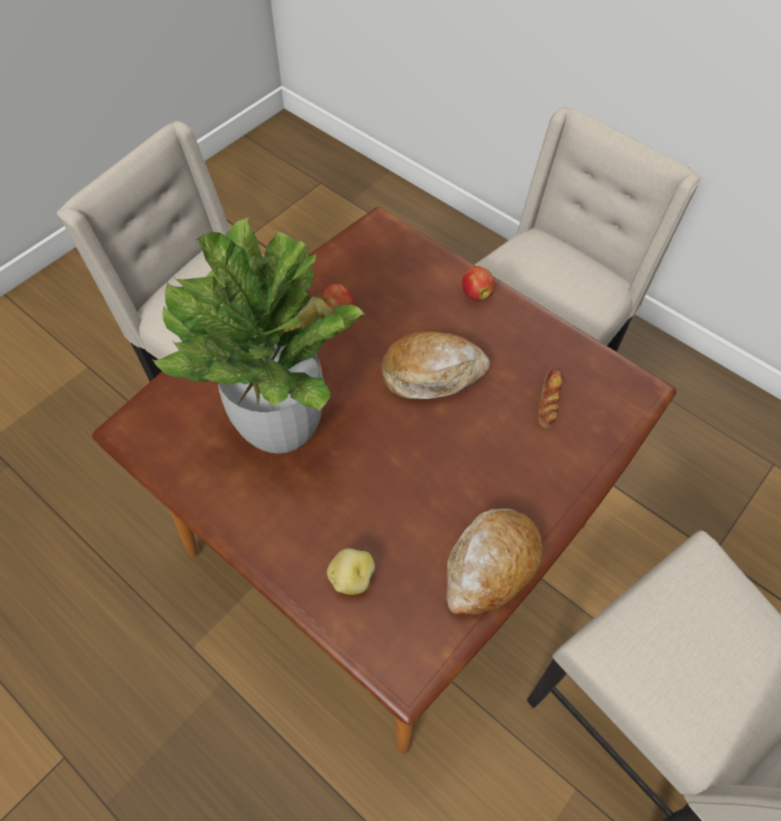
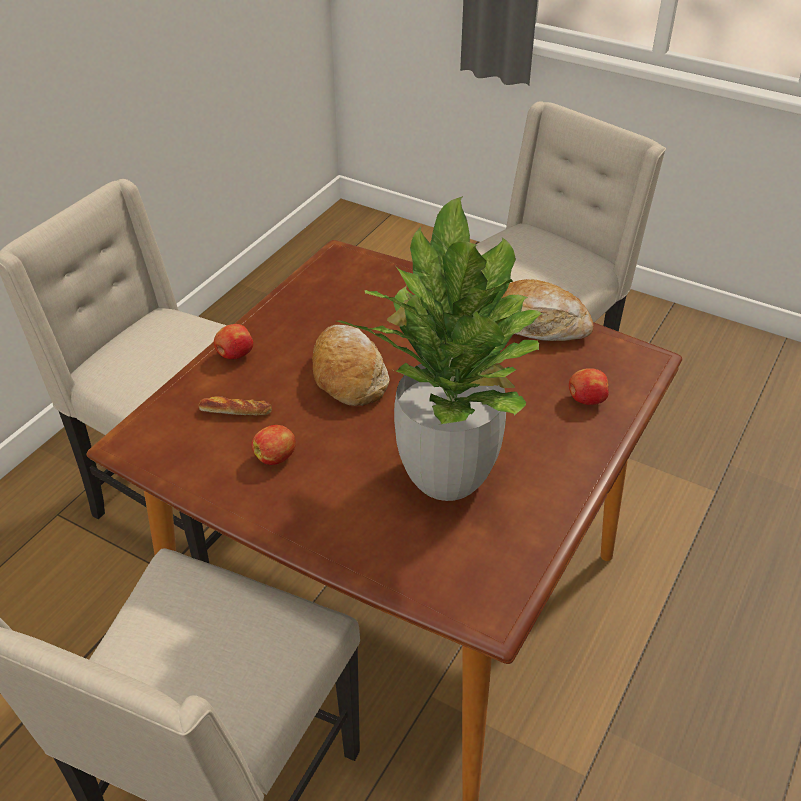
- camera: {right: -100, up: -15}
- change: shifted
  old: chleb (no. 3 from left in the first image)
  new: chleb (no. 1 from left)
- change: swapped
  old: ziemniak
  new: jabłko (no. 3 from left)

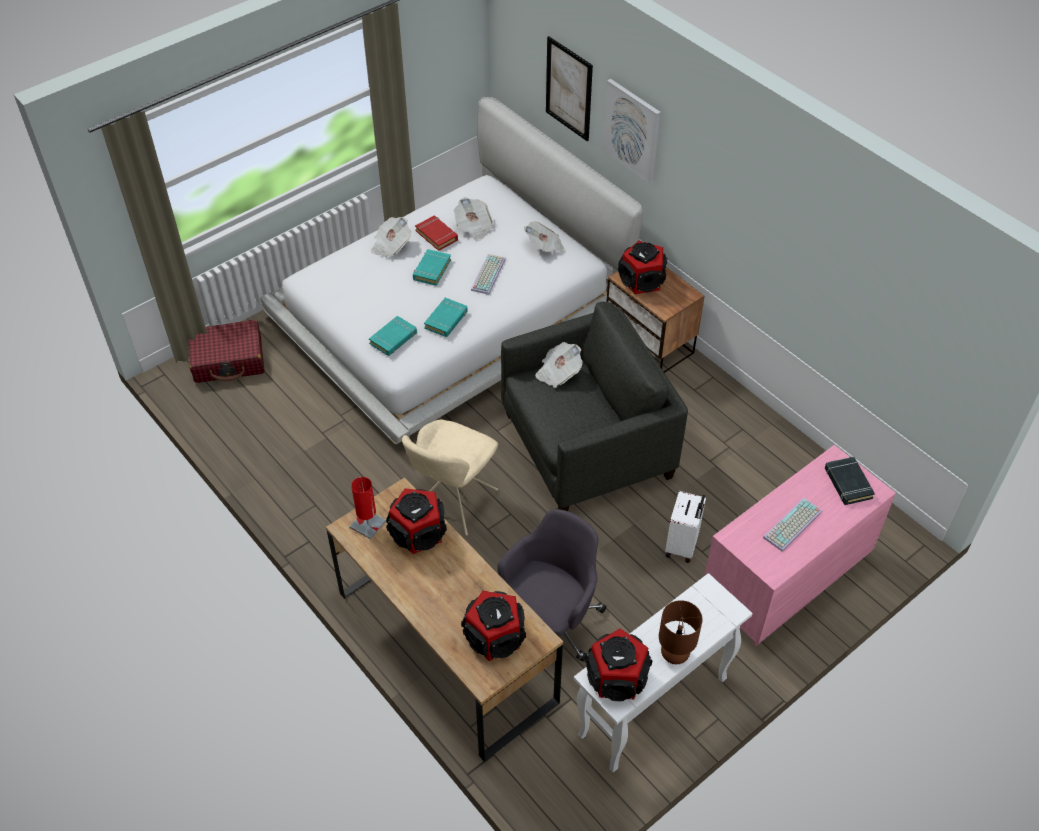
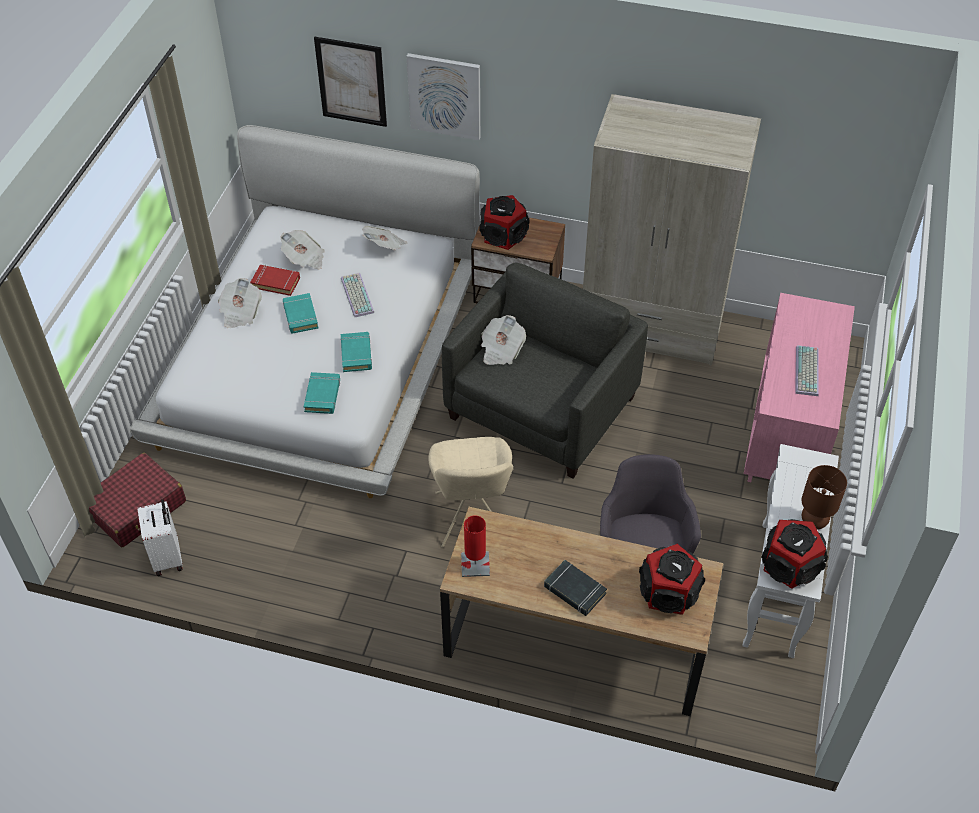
- camera: {right: -35, up: 0}
- change: gone
  old: głośnik (no. 1 from left)
- change: new
  new: szafa (beżowy)
- change: shifted
  old: walizka (biały)
- change: shifted
  old: książka (czarny)

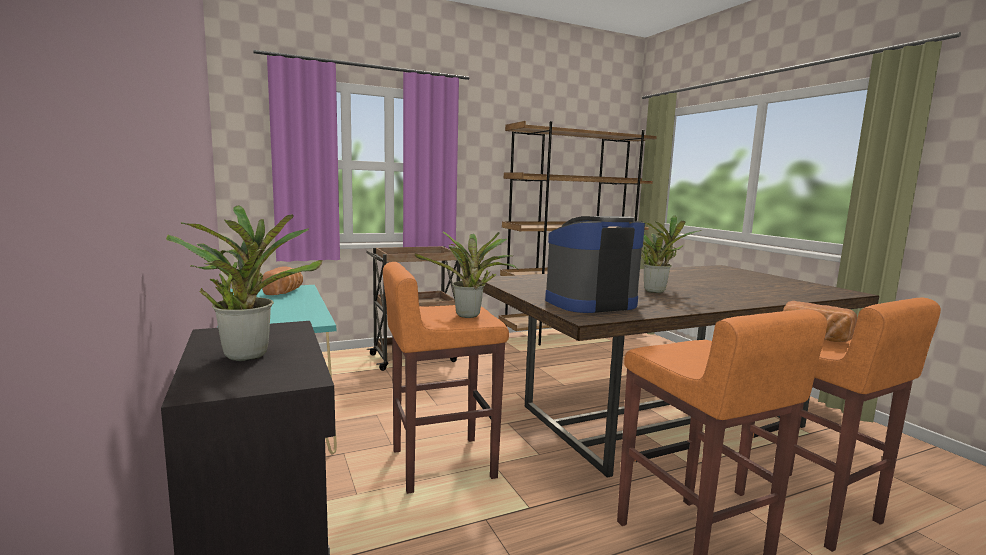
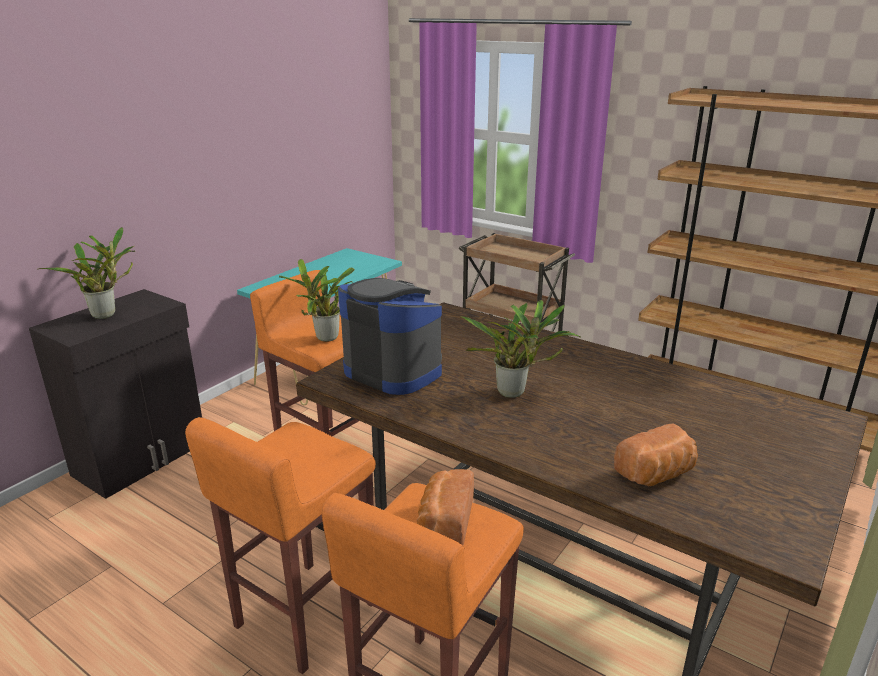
- camera: {right: 60, up: 15}
- change: shifted
  old: chleb (no. 1 from left in the first image)
  new: chleb (no. 2 from left)

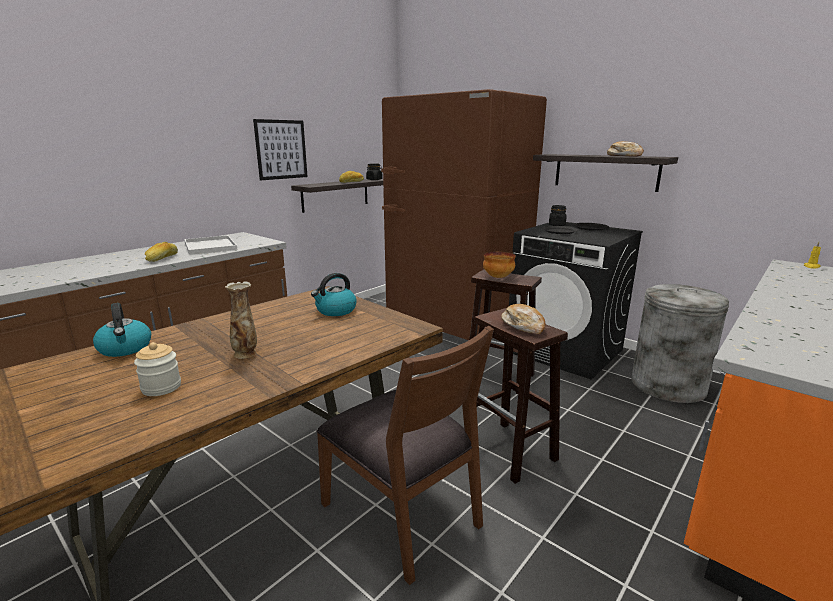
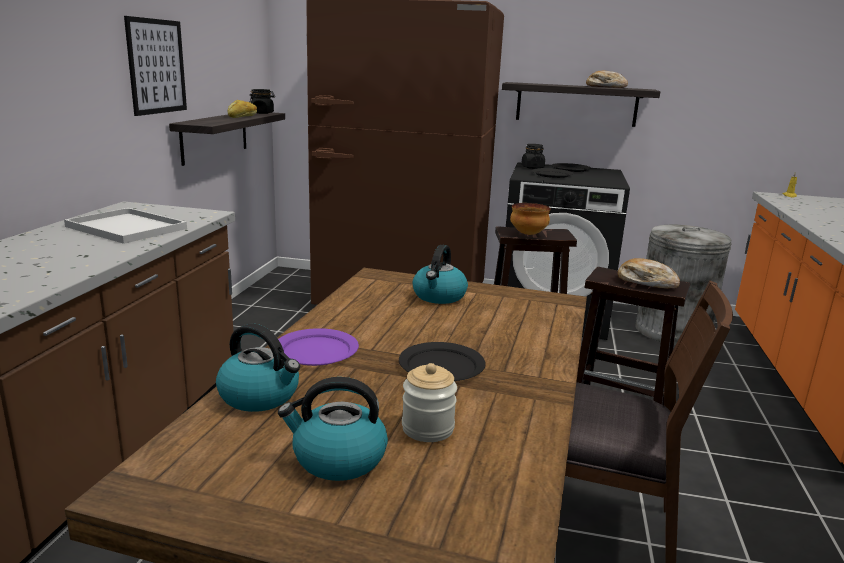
- camera: {right: -30, up: 0}
- change: gone
  old: chleb (no. 1 from left)
- change: new
  new: talerz (fioletowy)
- change: new
  new: czajnik (no. 2 from left)
- change: swapped
  old: wazon
  new: talerz (czarny) (no. 1 from left)

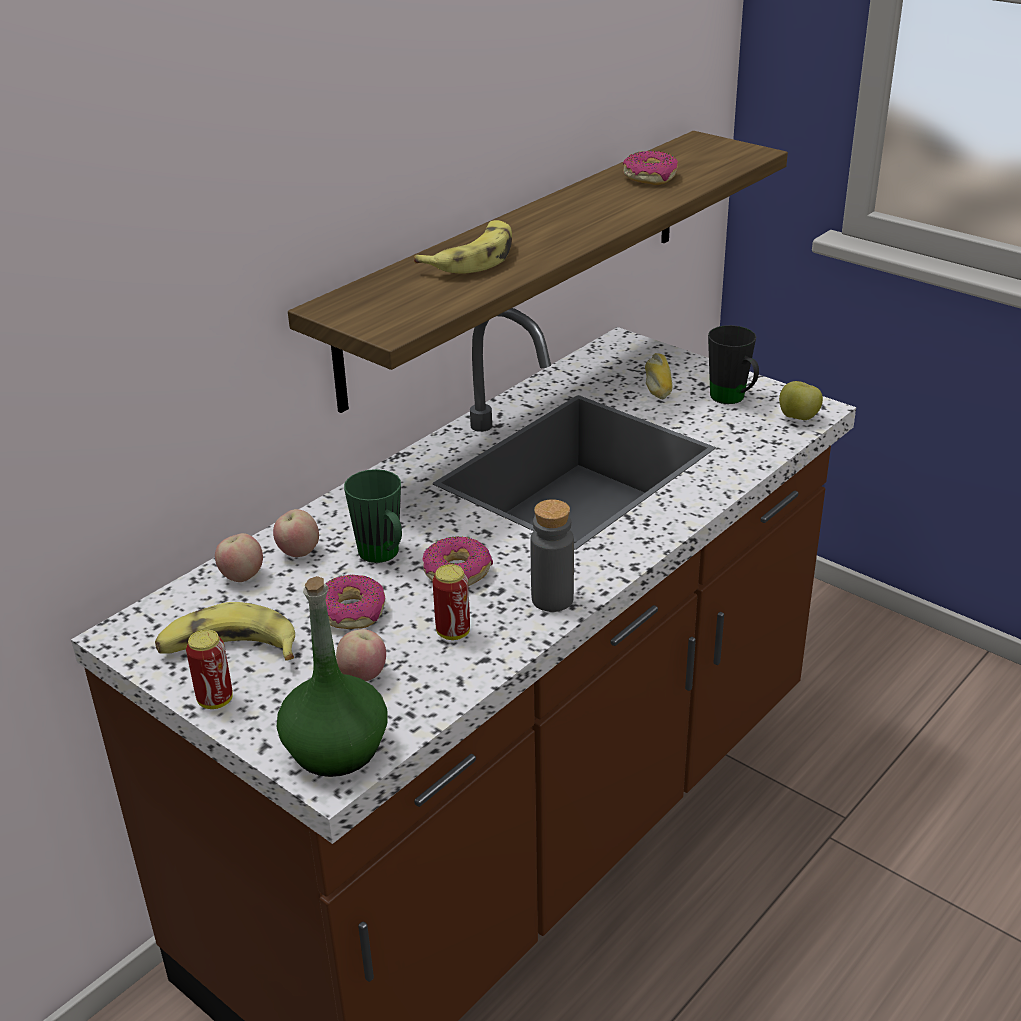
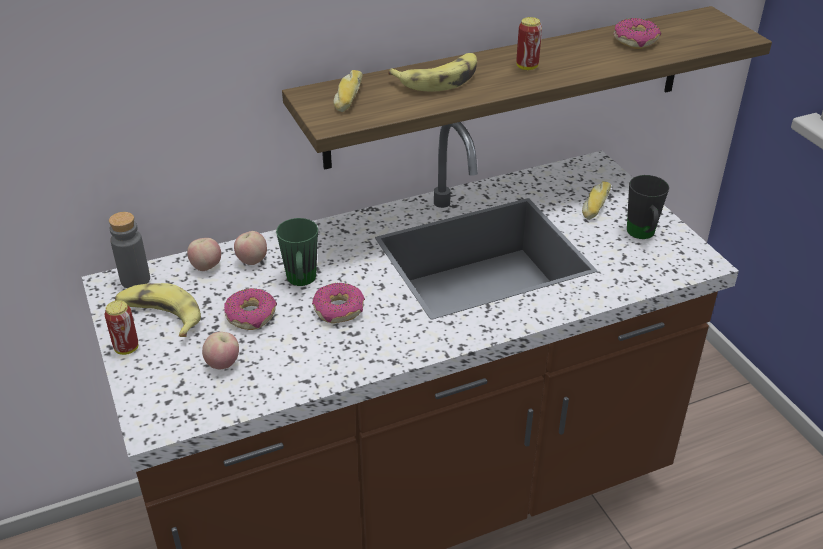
- camera: {right: 25, up: 5}
- change: gone
  old: butelka (zielony)
- change: gone
  old: jabłko (no. 4 from left)
- change: new
  new: chleb (no. 1 from left)
- change: shifted
  old: puszka (no. 2 from left)
- change: shifted
  old: butelka (szary)

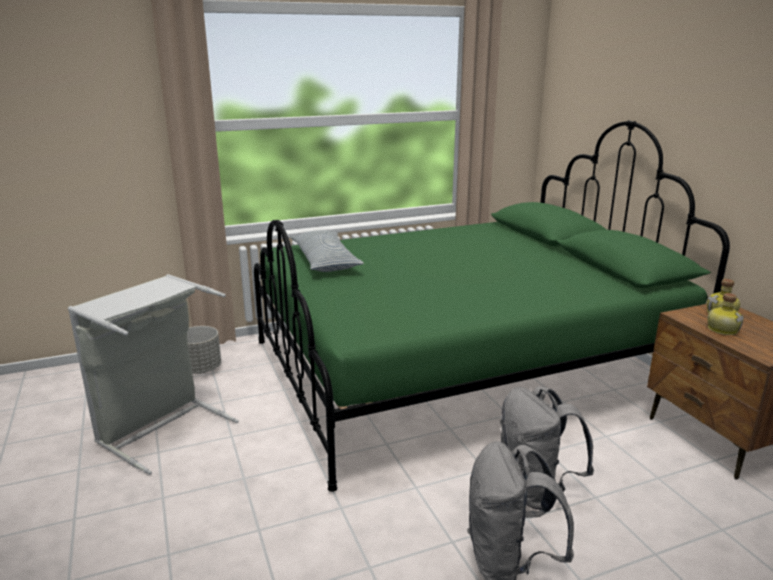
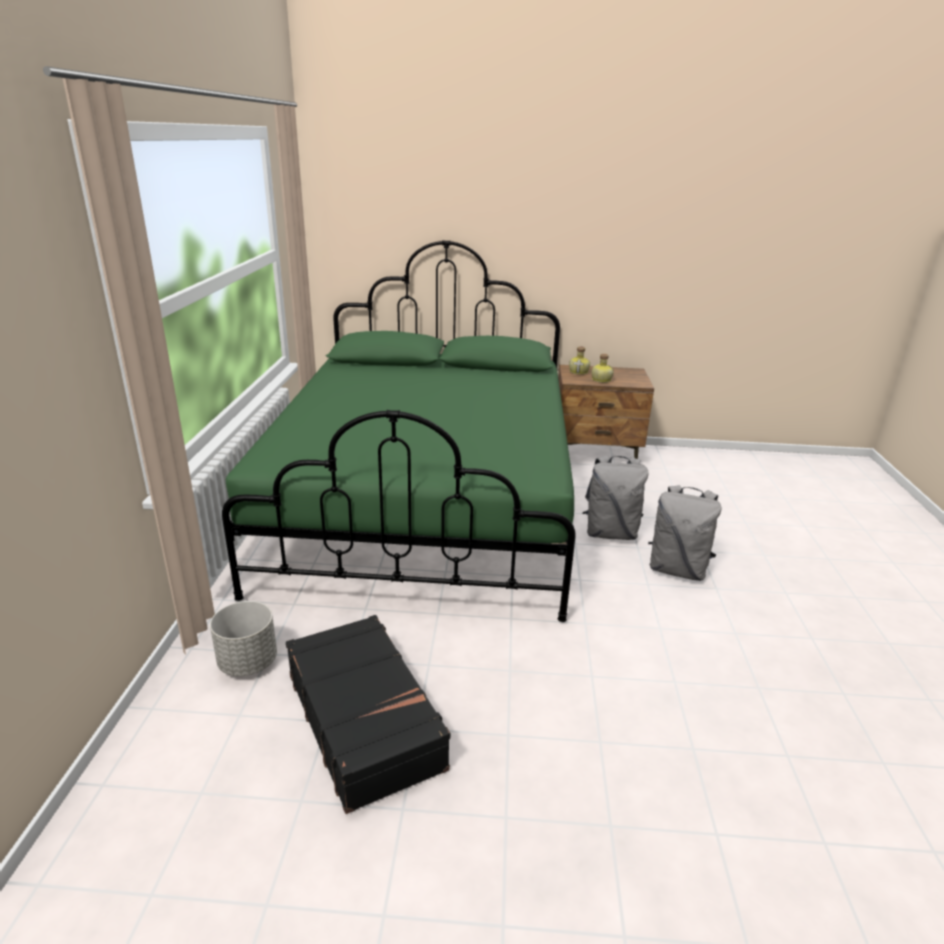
- camera: {right: -65, up: 5}
- change: gone
  old: poduszka
- change: swapped
  old: kosz na pranie (szary)
  new: walizka (czarny)

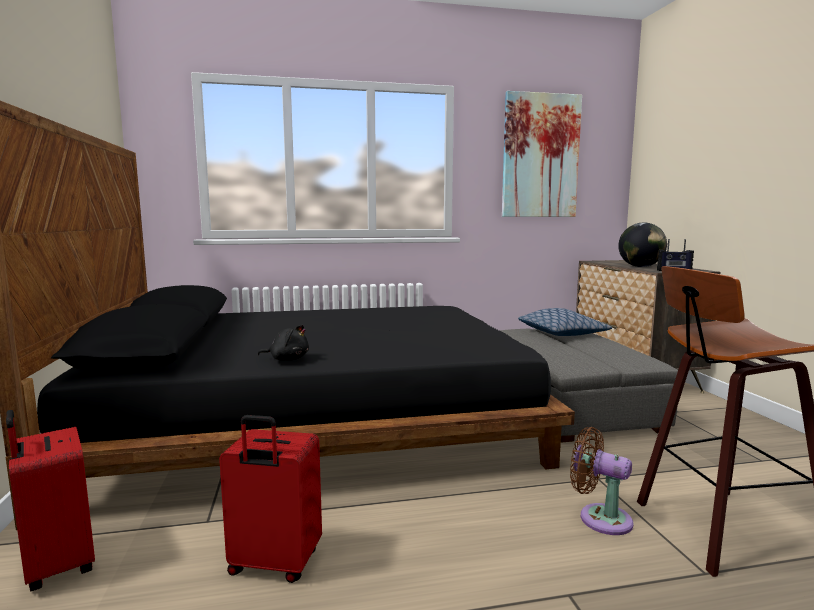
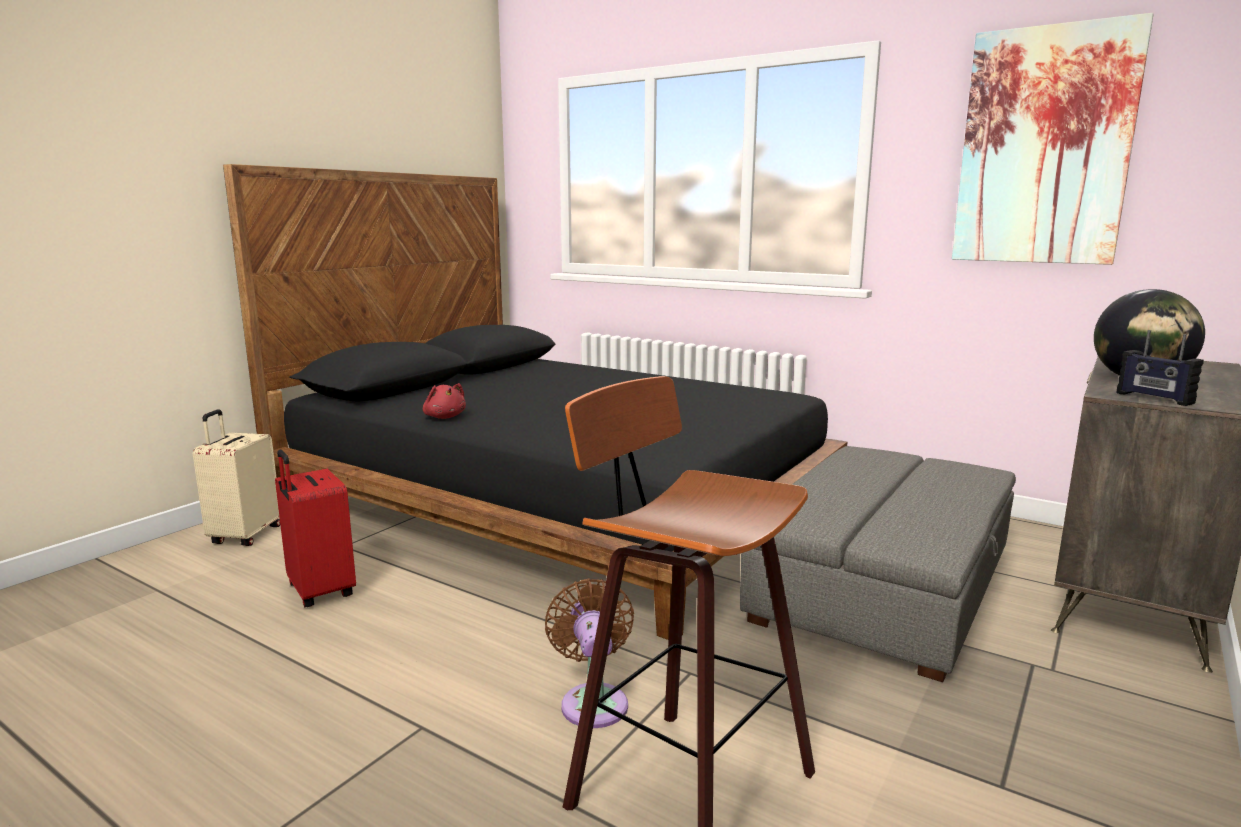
- camera: {right: 45, up: 5}
- change: gone
  old: poduszka
- change: repainted
  old: walizka (czerwony) (no. 1 from left)
  new: walizka (beżowy)
- change: repainted
  old: pluszak (czarny)
  new: pluszak (czerwony)

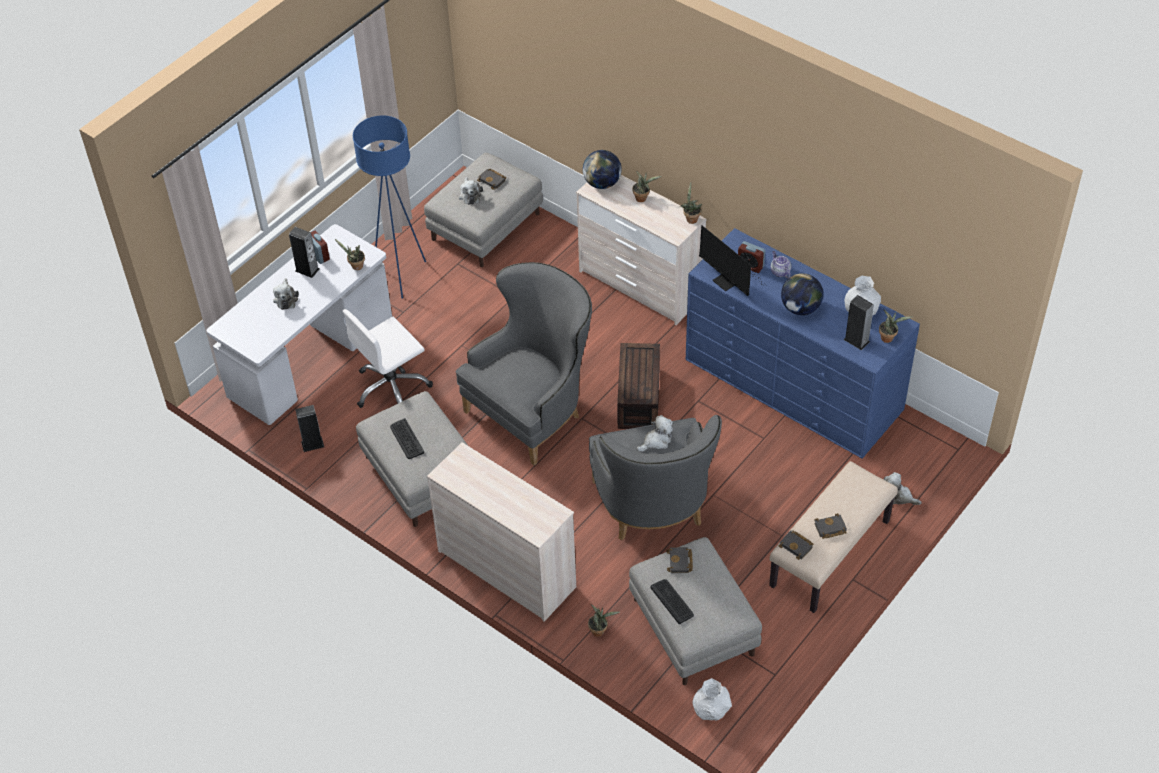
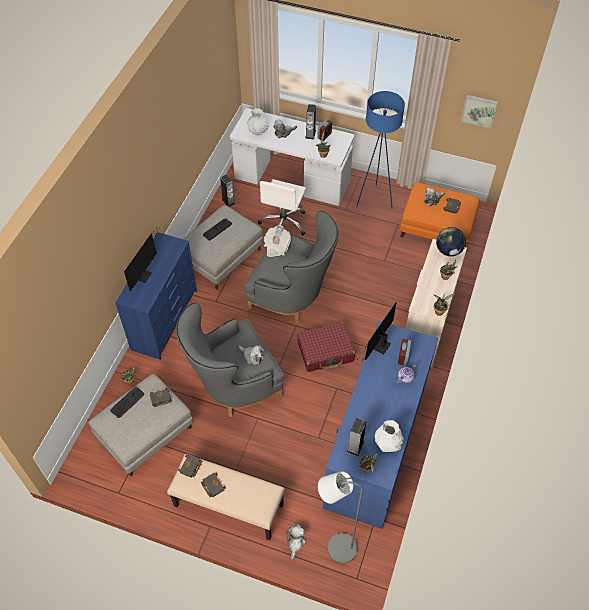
- camera: {right: 70, up: 5}
- change: gone
  old: globus (no. 2 from left)
- change: new
  new: monitor (no. 1 from left)
- change: new
  new: gazeta
- change: new
  new: lampa stojąca (szary)
- change: new
  new: obraz
- change: shifted
  old: wazon (biały) (no. 1 from left)
- change: swapped
  old: pojemnik do przechowywania (brązowy)
  new: walizka (czerwony)
- change: repainted
  old: pufa (szary) (no. 2 from left)
  new: pufa (pomarańczowy)
- change: repainted
  old: komoda (beżowy) (no. 1 from left)
  new: komoda (niebieski) (no. 1 from left)
- change: rotated
  old: krzesło biurowe (biały)
  degrees: -105

